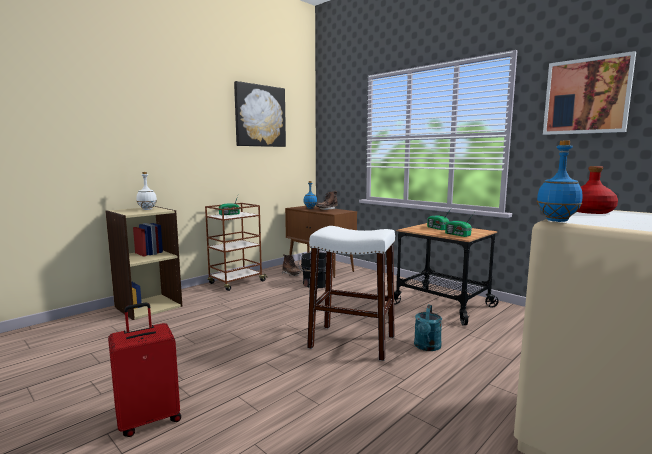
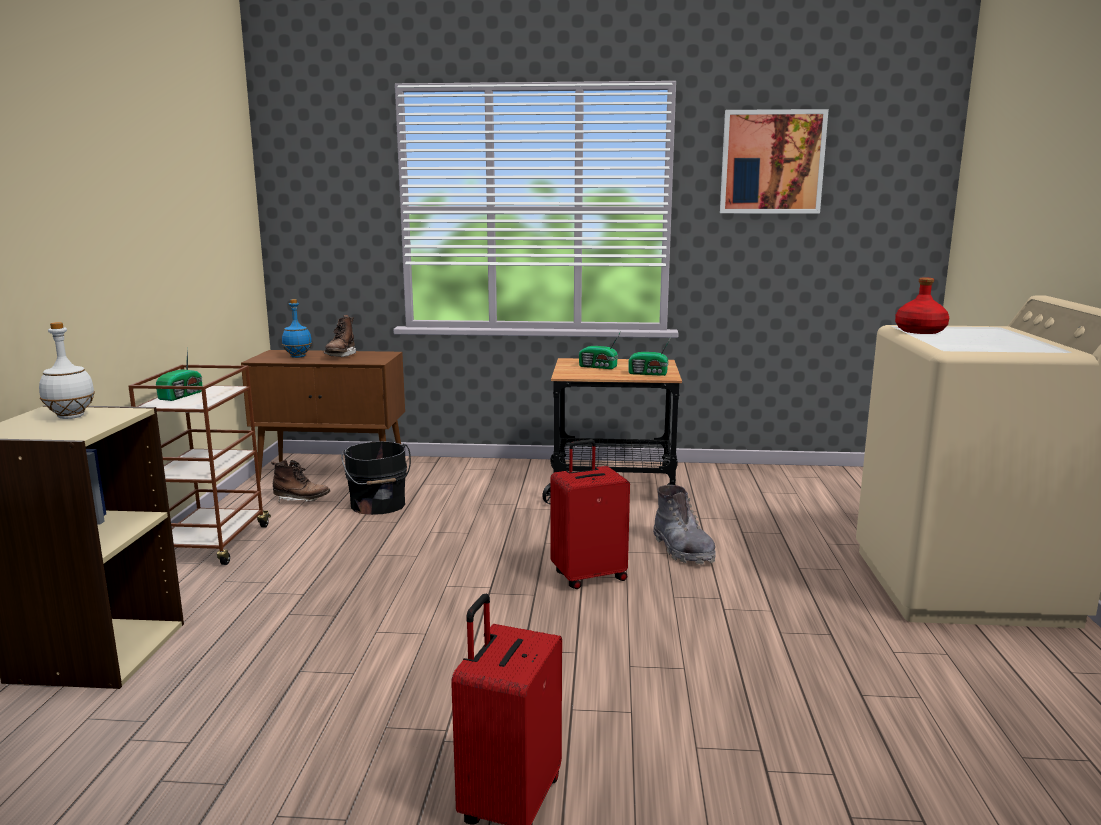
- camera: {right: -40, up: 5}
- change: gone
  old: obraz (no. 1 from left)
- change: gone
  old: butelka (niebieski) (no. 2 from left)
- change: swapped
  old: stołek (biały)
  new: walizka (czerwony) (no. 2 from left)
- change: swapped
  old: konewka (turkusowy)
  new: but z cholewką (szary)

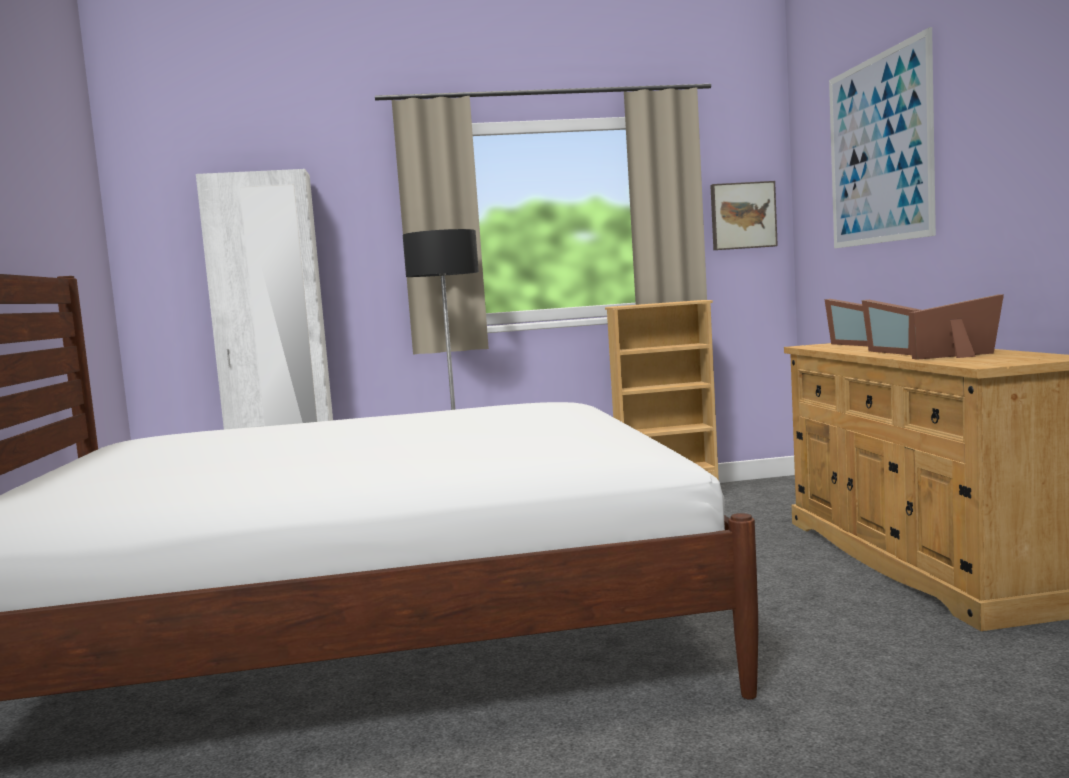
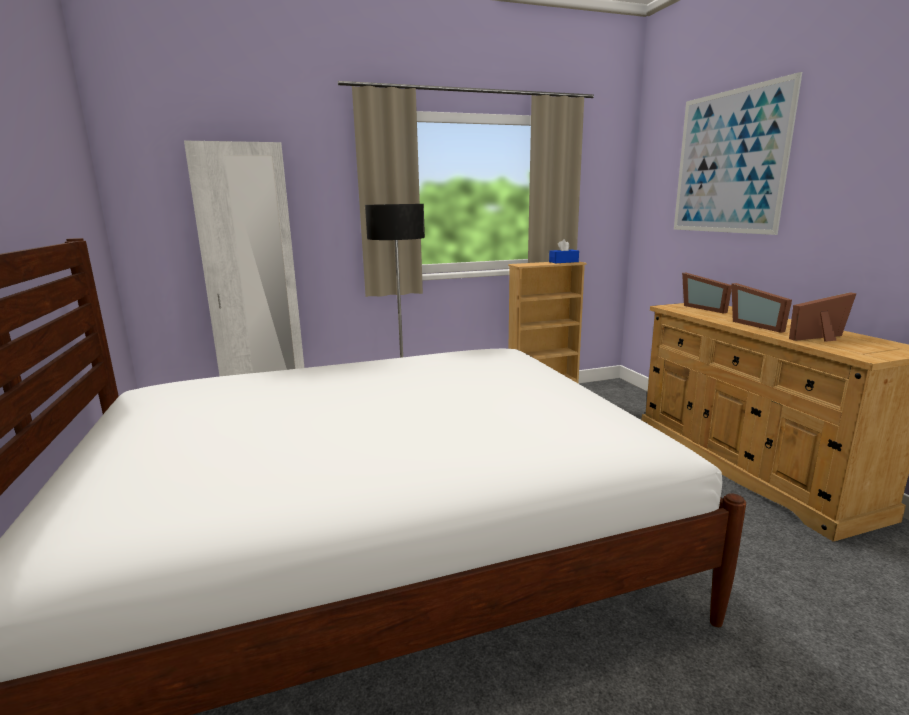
- camera: {right: -10, up: 10}
- change: gone
  old: obraz (no. 1 from left)
- change: new
  new: pudełko chusteczek (niebieski)

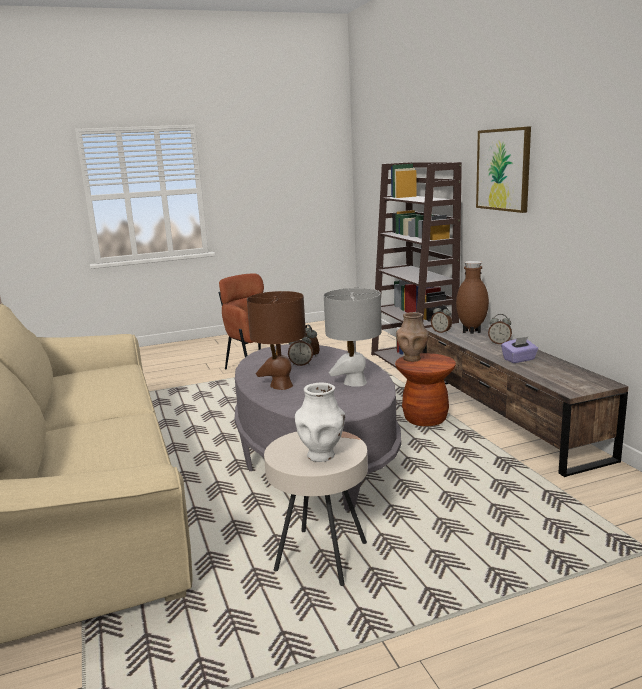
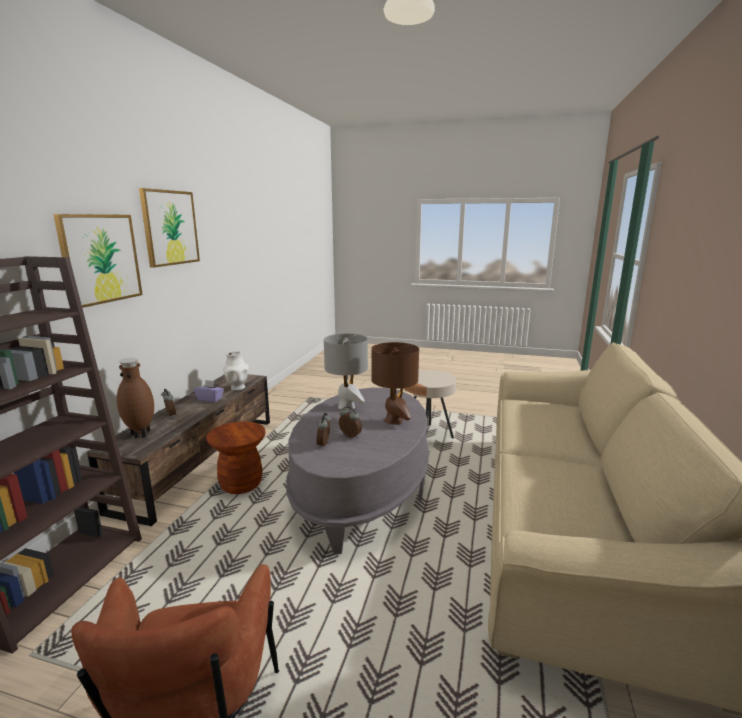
- camera: {right: -145, up: 0}
- change: gone
  old: wazon (brązowy) (no. 1 from left)
- change: gone
  old: budzik (no. 3 from left)
- change: new
  new: obraz (no. 2 from left)
- change: shifted
  old: wazon (biały)

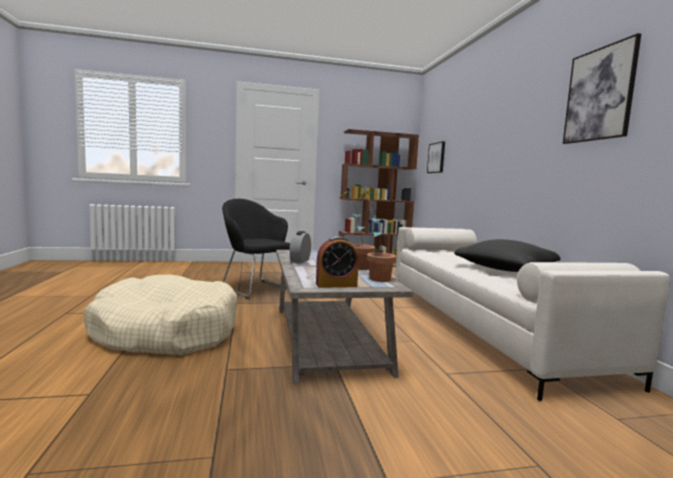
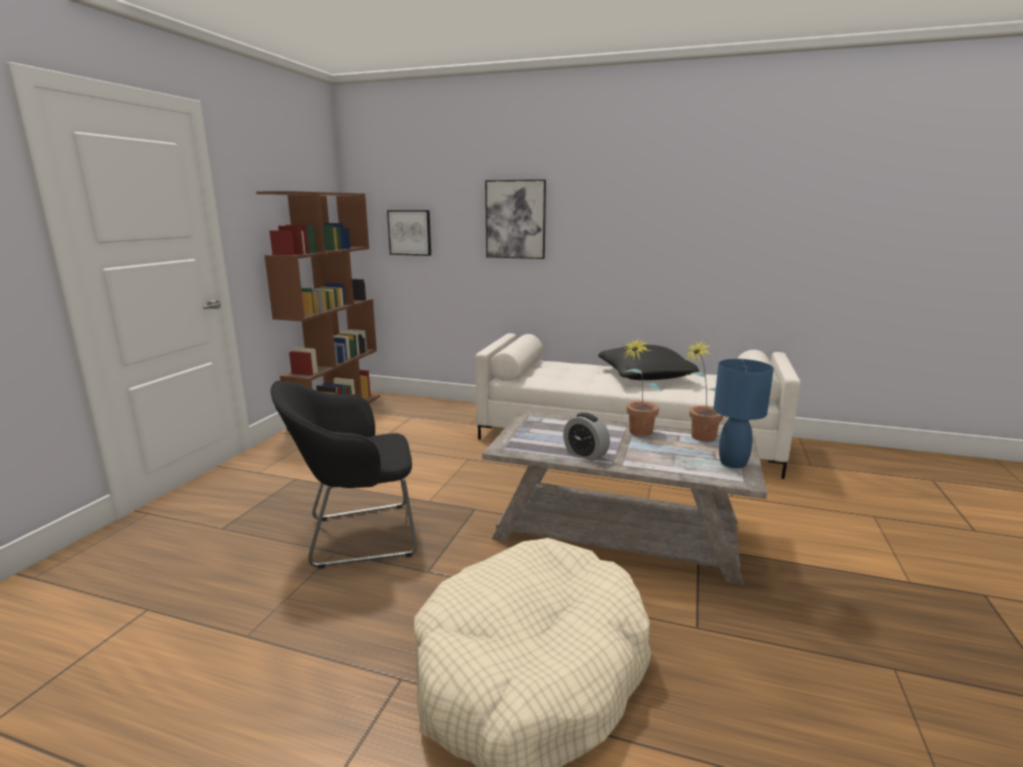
- camera: {right: -60, up: 10}
- change: shifted
  old: obraz (no. 2 from left)
- change: swapped
  old: budzik (no. 2 from left)
  new: lampa stołowa (niebieski)

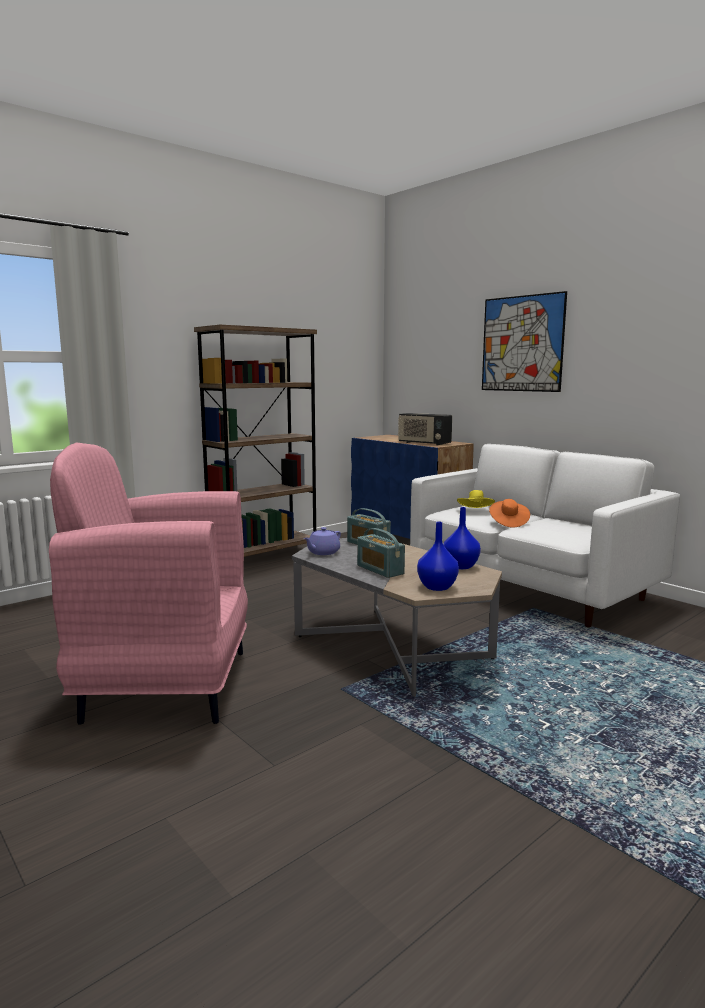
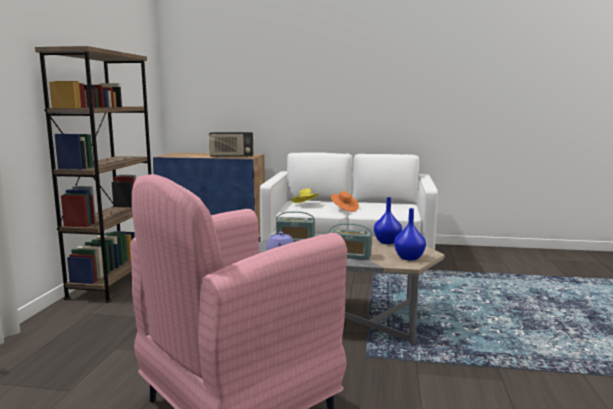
- camera: {right: -40, up: 0}
- change: gone
  old: obraz

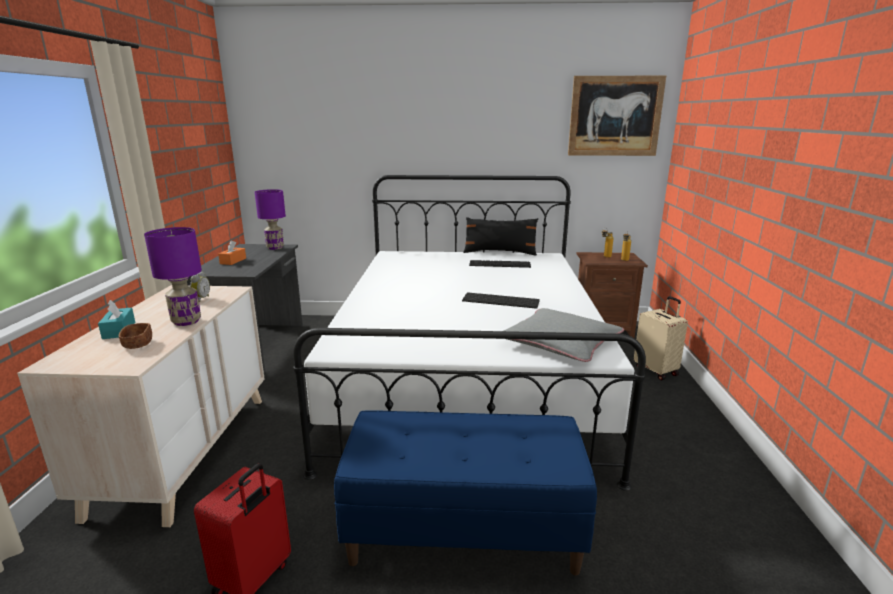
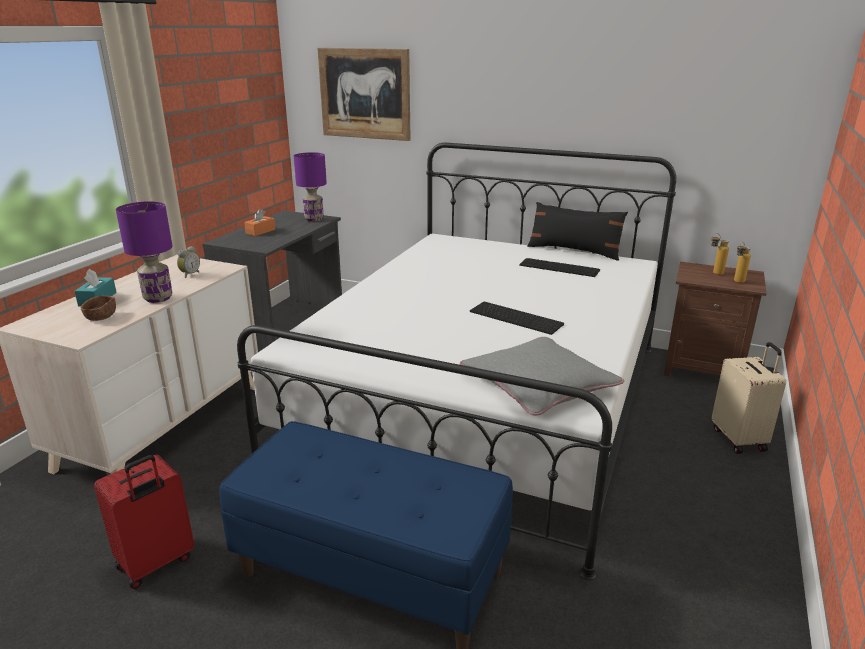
- camera: {right: 20, up: 5}
- change: shifted
  old: obraz

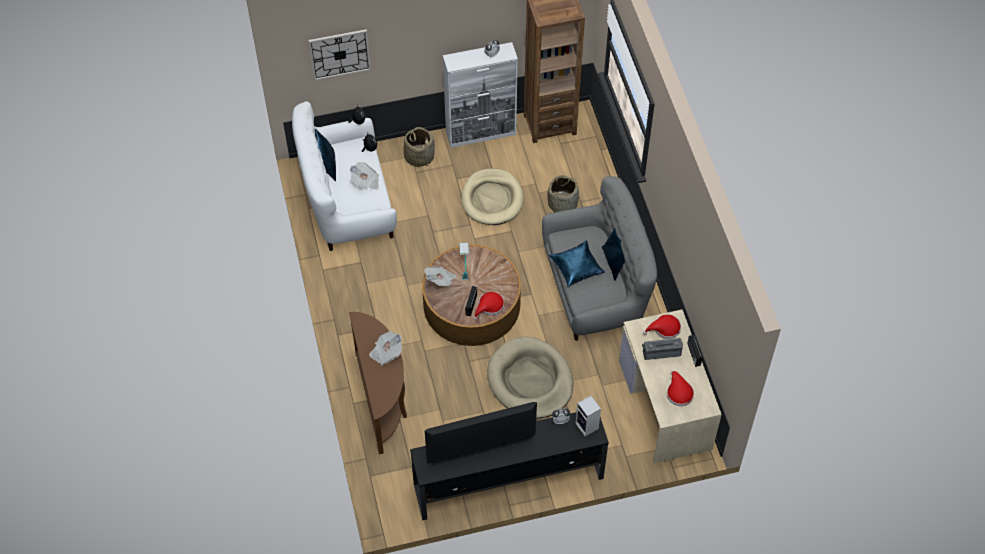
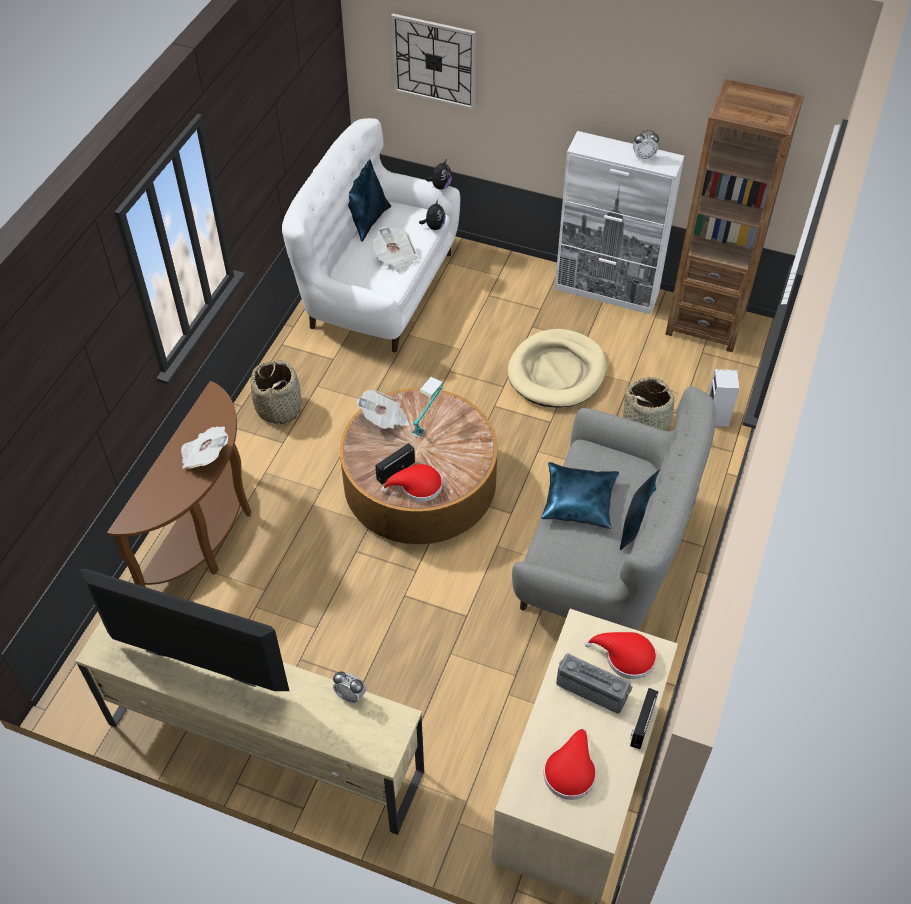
- camera: {right: 35, up: -5}
- change: gone
  old: legowisko (beżowy) (no. 2 from left)
- change: shifted
  old: koszyk (no. 1 from left)
- change: shifted
  old: głośnik
- change: repainted
  old: szafka pod telewizor (czarny)
  new: szafka pod telewizor (beżowy)

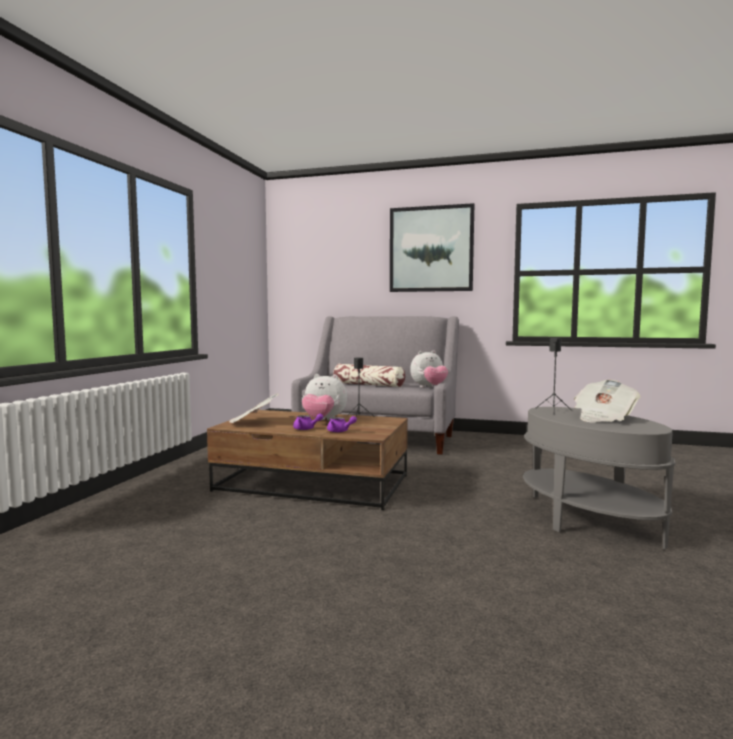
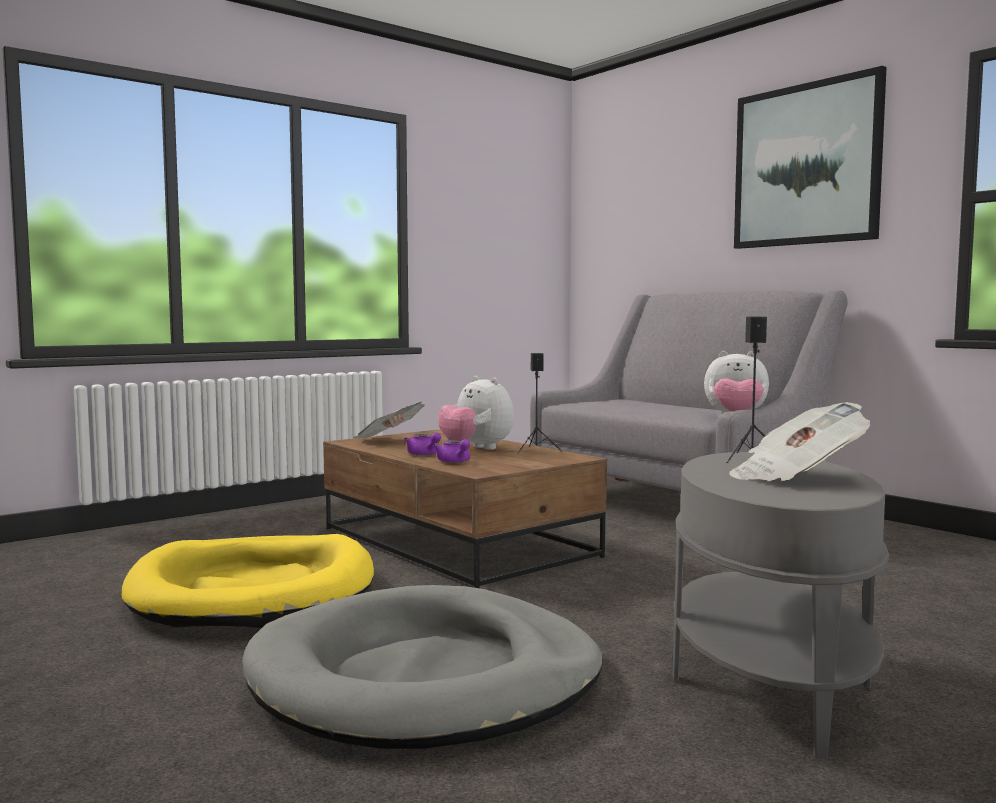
- camera: {right: 35, up: 0}
- change: gone
  old: poduszka
- change: new
  new: legowisko (żółty)
- change: new
  new: legowisko (szary)

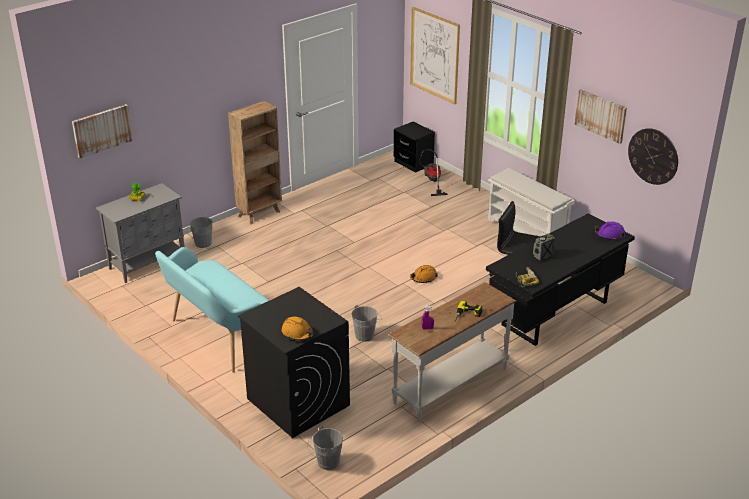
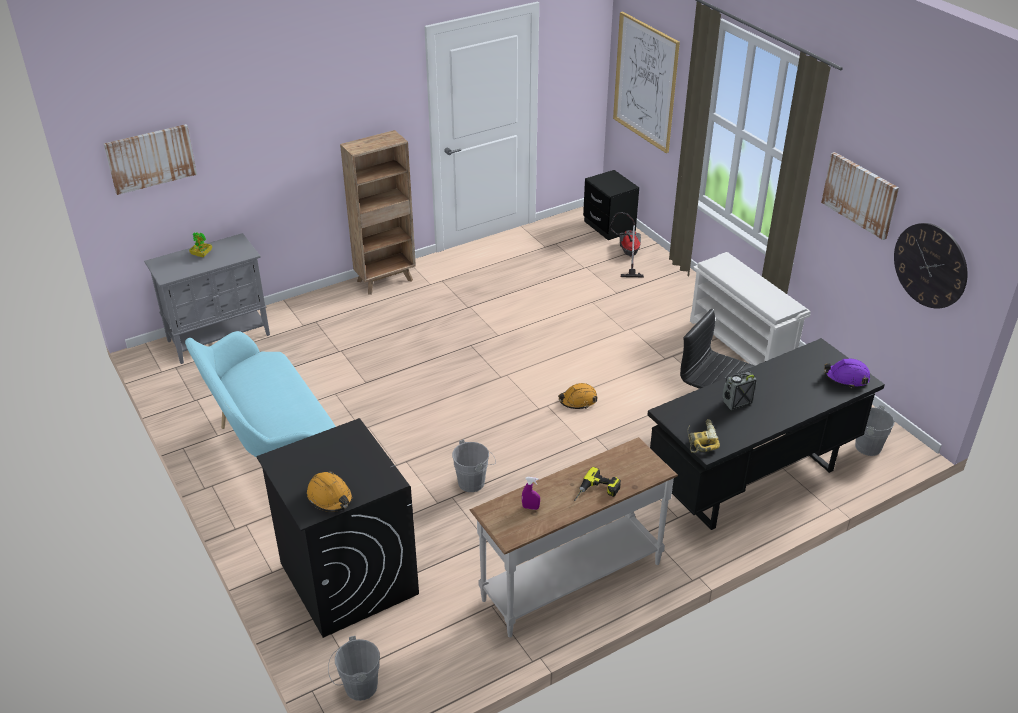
- camera: {right: 10, up: 5}
- change: shifted
  old: wiadro (szary) (no. 1 from left in the first image)
  new: wiadro (szary) (no. 3 from left)

